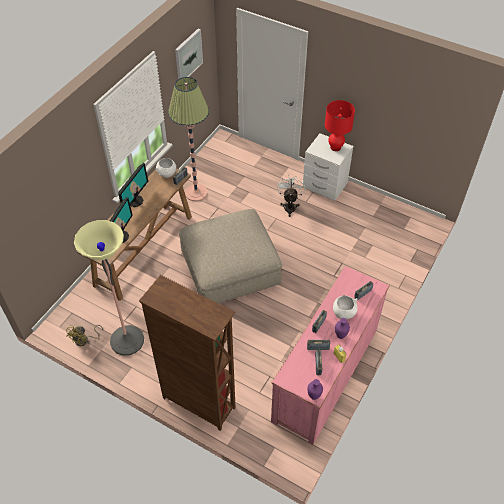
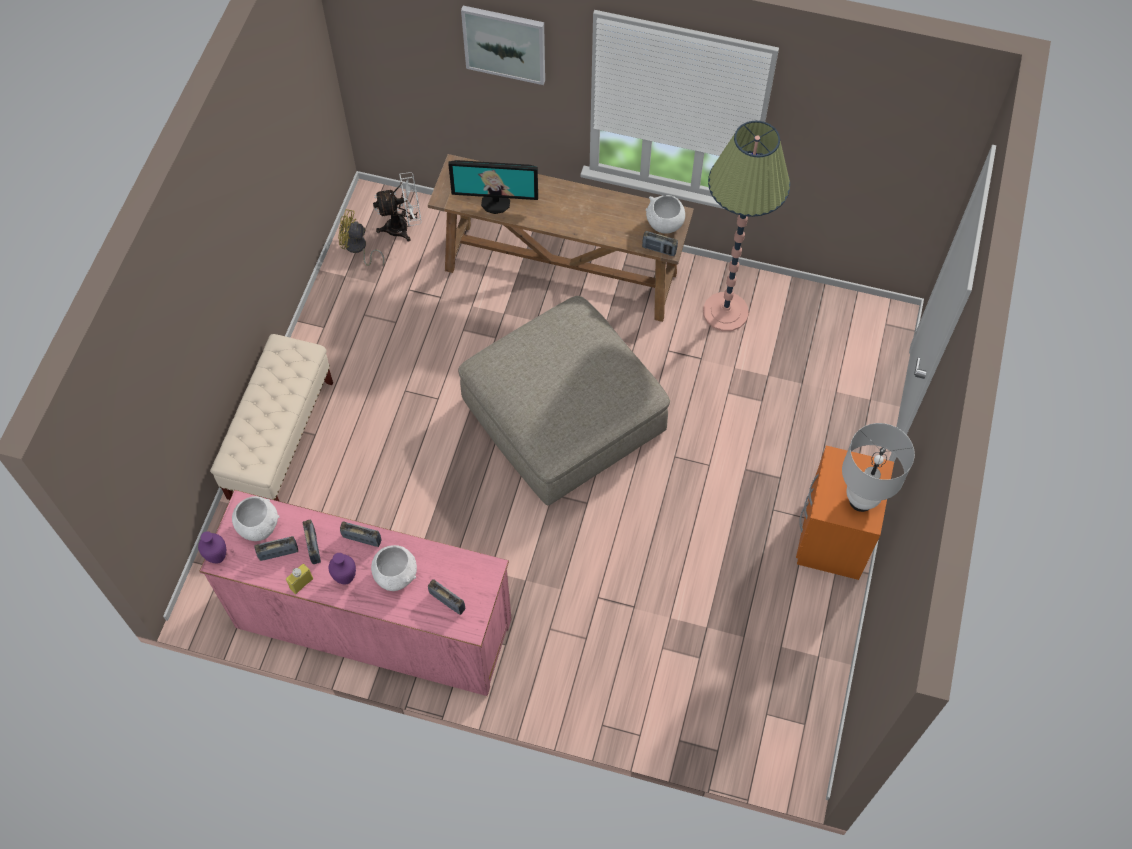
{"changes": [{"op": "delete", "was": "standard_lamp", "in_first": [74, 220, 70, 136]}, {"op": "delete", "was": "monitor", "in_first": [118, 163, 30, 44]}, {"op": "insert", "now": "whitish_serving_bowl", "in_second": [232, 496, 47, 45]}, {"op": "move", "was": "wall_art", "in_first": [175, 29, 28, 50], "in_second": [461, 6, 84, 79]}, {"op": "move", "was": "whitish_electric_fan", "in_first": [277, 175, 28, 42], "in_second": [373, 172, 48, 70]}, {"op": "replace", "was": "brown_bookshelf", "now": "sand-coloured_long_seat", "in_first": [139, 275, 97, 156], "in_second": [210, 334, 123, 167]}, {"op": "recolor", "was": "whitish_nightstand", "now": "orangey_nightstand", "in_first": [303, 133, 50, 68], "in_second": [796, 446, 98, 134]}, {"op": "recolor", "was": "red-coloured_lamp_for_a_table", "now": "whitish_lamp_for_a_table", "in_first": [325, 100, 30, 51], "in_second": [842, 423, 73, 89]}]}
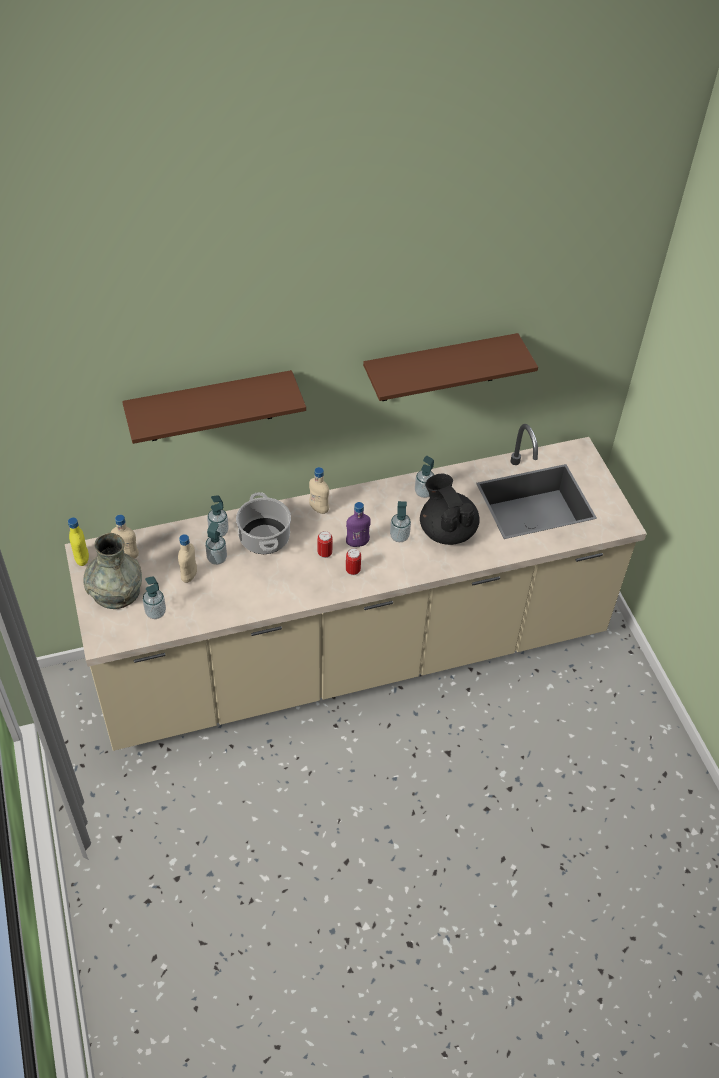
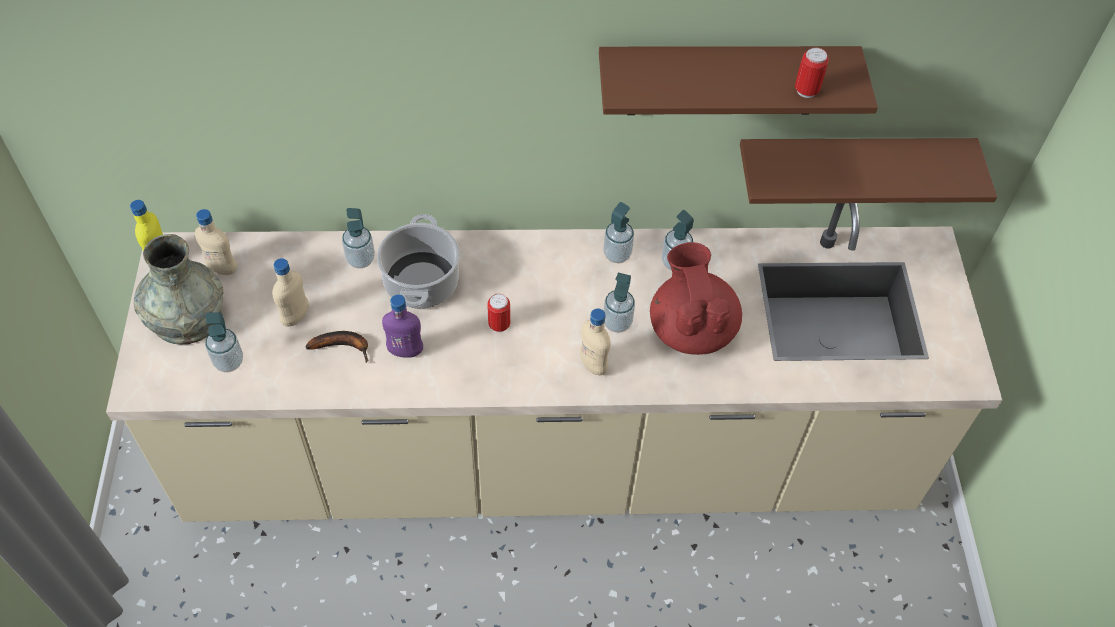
{"changes": [{"op": "insert", "now": "banana_fruit", "in_second": [305, 331, 64, 32]}, {"op": "move", "was": "brown_bracket_shelf", "in_first": [122, 370, 184, 74], "in_second": [740, 138, 257, 66]}, {"op": "move", "was": "liquid_soap_bottle", "in_first": [205, 522, 22, 43], "in_second": [603, 202, 31, 61]}, {"op": "move", "was": "sand-coloured_bottle", "in_first": [309, 467, 20, 47], "in_second": [580, 308, 30, 67]}, {"op": "move", "was": "purplish_bottle", "in_first": [346, 502, 25, 45], "in_second": [382, 294, 41, 64]}, {"op": "move", "was": "sealed_can", "in_first": [346, 548, 15, 27], "in_second": [795, 47, 34, 51]}, {"op": "recolor", "was": "blackish_pot_for_tea", "now": "red-coloured_pot_for_tea", "in_first": [420, 474, 60, 71], "in_second": [650, 242, 92, 113]}]}
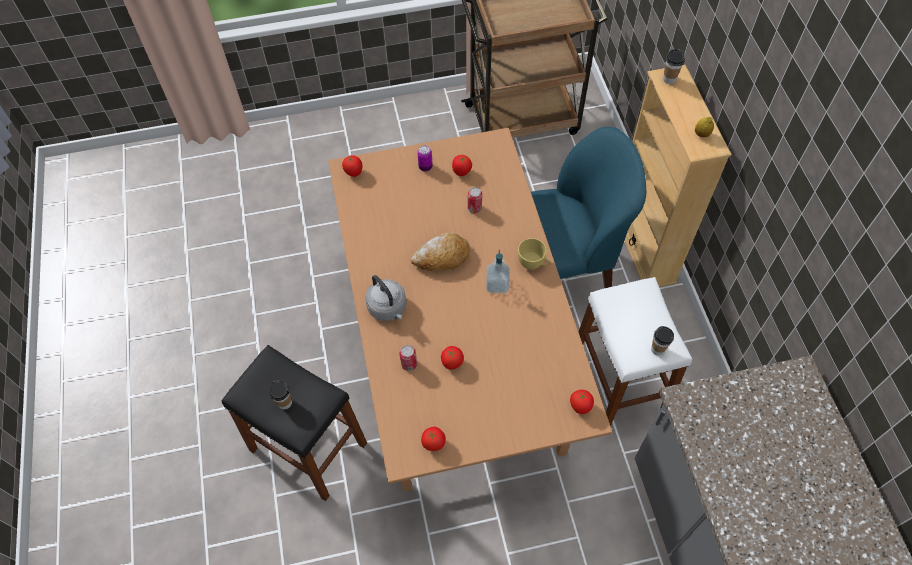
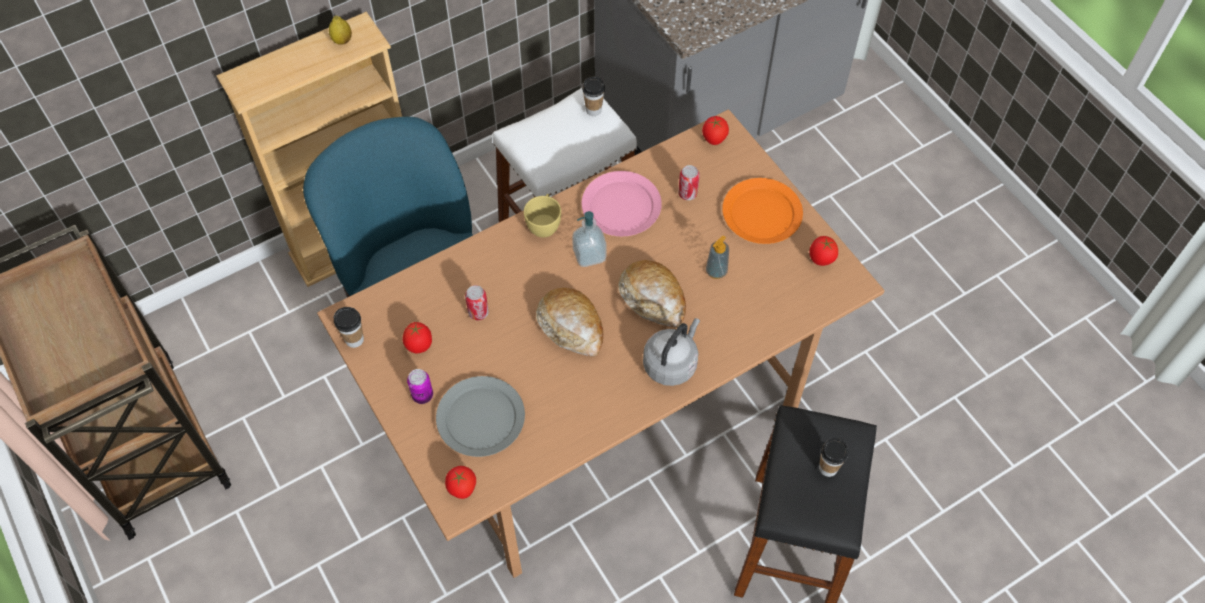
{"changes": [{"op": "insert", "now": "gray_flat_dish", "in_second": [436, 376, 89, 81]}, {"op": "insert", "now": "pink-coloured_flat_dish", "in_second": [582, 171, 80, 65]}, {"op": "insert", "now": "bakery_bread", "in_second": [618, 260, 68, 67]}, {"op": "insert", "now": "orangey_flat_dish", "in_second": [722, 178, 81, 66]}, {"op": "move", "was": "sealed_can", "in_first": [399, 345, 18, 26], "in_second": [678, 165, 22, 35]}, {"op": "move", "was": "drinking_cup", "in_first": [663, 49, 22, 35], "in_second": [333, 307, 31, 41]}, {"op": "replace", "was": "fresh_tomato", "now": "liquid_soap_bottle", "in_first": [441, 346, 23, 23], "in_second": [706, 236, 23, 43]}]}
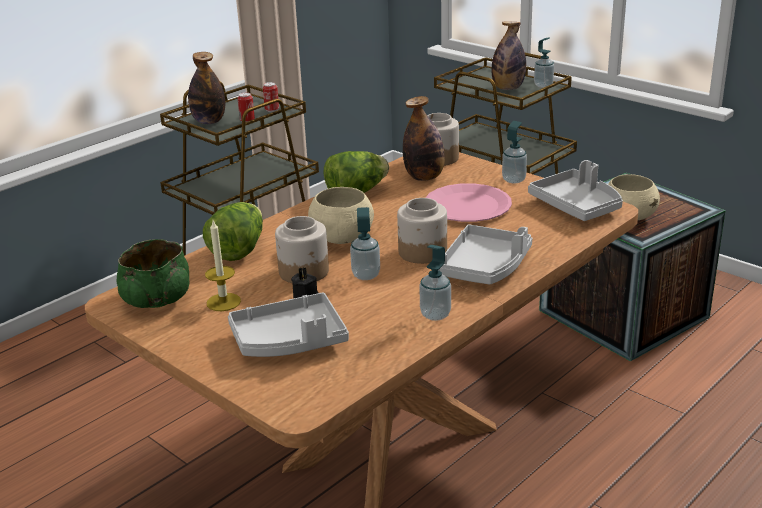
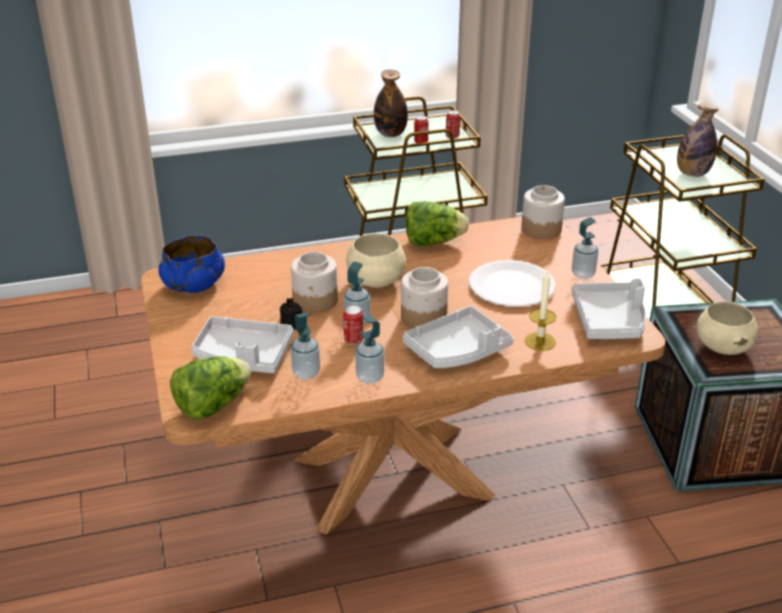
{"changes": [{"op": "delete", "was": "bottle", "in_first": [403, 96, 42, 85]}, {"op": "insert", "now": "sealed_can", "in_second": [343, 305, 21, 40]}, {"op": "move", "was": "lettuce_head", "in_first": [203, 202, 60, 59], "in_second": [170, 356, 81, 64]}, {"op": "move", "was": "wax_candle", "in_first": [205, 221, 36, 90], "in_second": [525, 270, 31, 81]}, {"op": "move", "was": "liquid_soap_bottle", "in_first": [534, 37, 20, 51], "in_second": [290, 312, 30, 68]}, {"op": "recolor", "was": "green_serving_bowl", "now": "bluish_serving_bowl", "in_first": [117, 239, 72, 69], "in_second": [158, 235, 67, 58]}, {"op": "recolor", "was": "pink-coloured_flat_dish", "now": "whitish_flat_dish", "in_first": [425, 183, 87, 39], "in_second": [469, 260, 87, 47]}]}
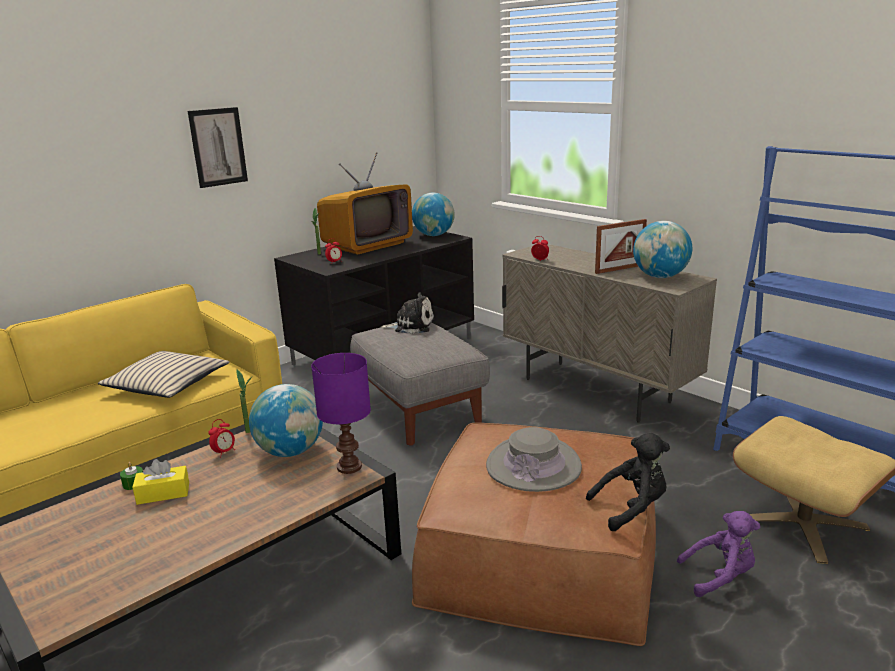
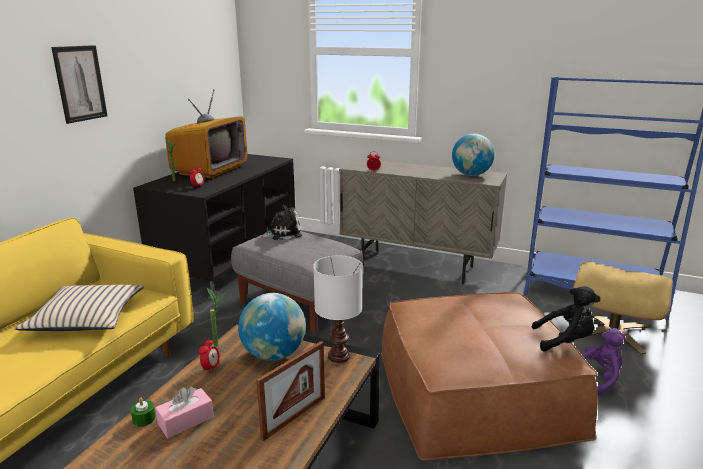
{"changes": [{"op": "delete", "was": "desk_globe", "in_first": [412, 193, 43, 43]}, {"op": "delete", "was": "gray_hat", "in_first": [486, 427, 96, 65]}, {"op": "move", "was": "picture_frame", "in_first": [595, 219, 52, 55], "in_second": [256, 341, 69, 100]}, {"op": "recolor", "was": "yellow_box_of_tissues", "now": "pink-coloured_box_of_tissues", "in_first": [132, 459, 57, 46], "in_second": [155, 386, 59, 52]}, {"op": "recolor", "was": "purplish_lamp_for_a_table", "now": "whitish_lamp_for_a_table", "in_first": [311, 353, 60, 121], "in_second": [313, 255, 50, 108]}, {"op": "rotate", "was": "blackish_soft_toy", "in_first": [586, 433, 84, 98], "in_second": [532, 286, 68, 66], "clockwise": 45}]}
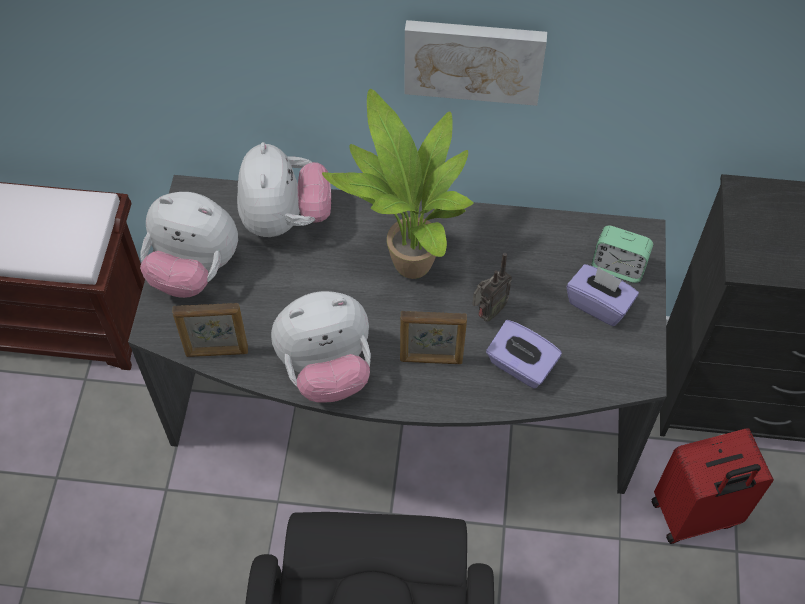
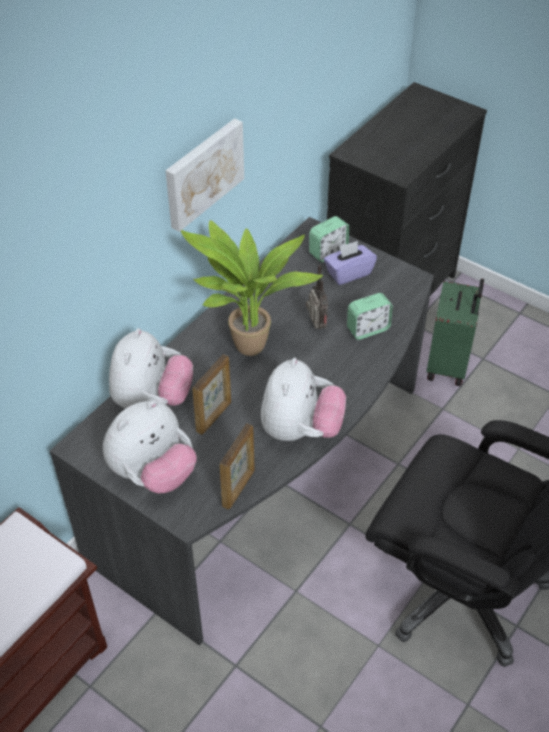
{"changes": [{"op": "move", "was": "picture_frame", "in_first": [400, 311, 67, 53], "in_second": [192, 354, 39, 81]}, {"op": "replace", "was": "purplish_box_of_tissues", "now": "table_clock", "in_first": [486, 320, 76, 69], "in_second": [347, 293, 46, 47]}, {"op": "recolor", "was": "red-coloured_suitcase", "now": "green_suitcase", "in_first": [652, 428, 122, 116], "in_second": [427, 279, 57, 107]}, {"op": "rotate", "was": "soft_toy", "in_first": [237, 142, 94, 95], "in_second": [109, 328, 84, 80], "clockwise": 75}]}
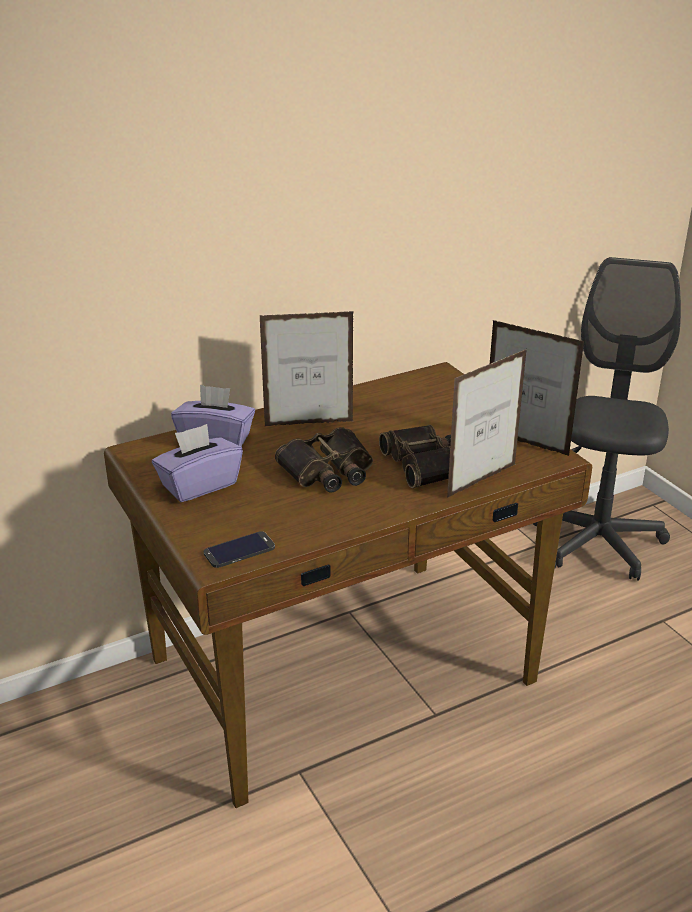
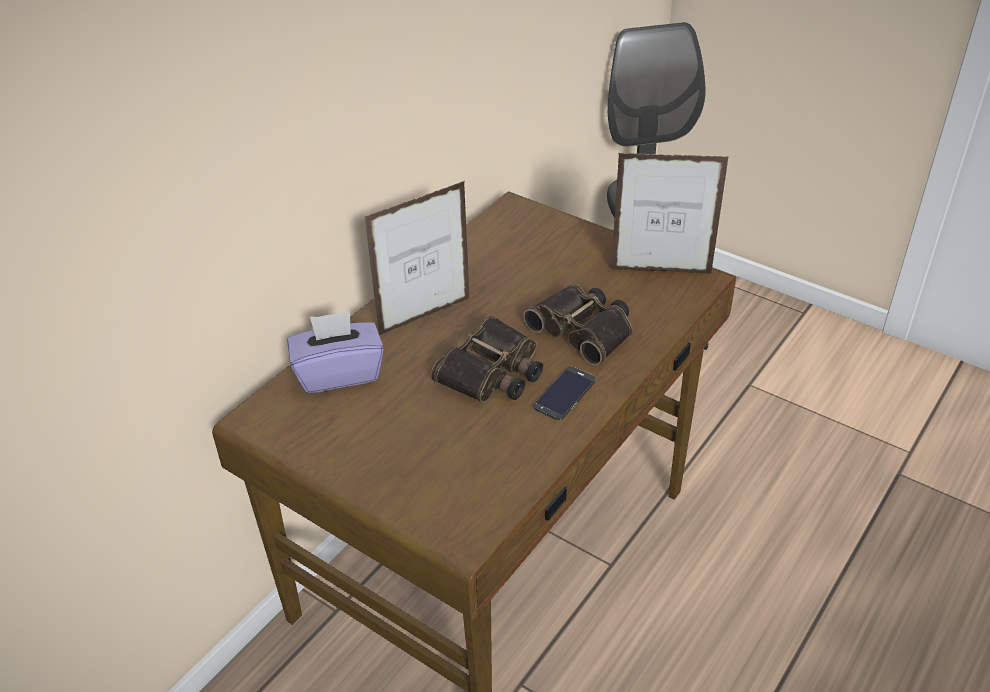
{"changes": [{"op": "delete", "was": "purplish_box_of_tissues", "in_first": [152, 424, 91, 78]}, {"op": "delete", "was": "picture_frame", "in_first": [447, 349, 80, 149]}, {"op": "move", "was": "phone", "in_first": [204, 531, 71, 37], "in_second": [534, 367, 62, 53]}]}
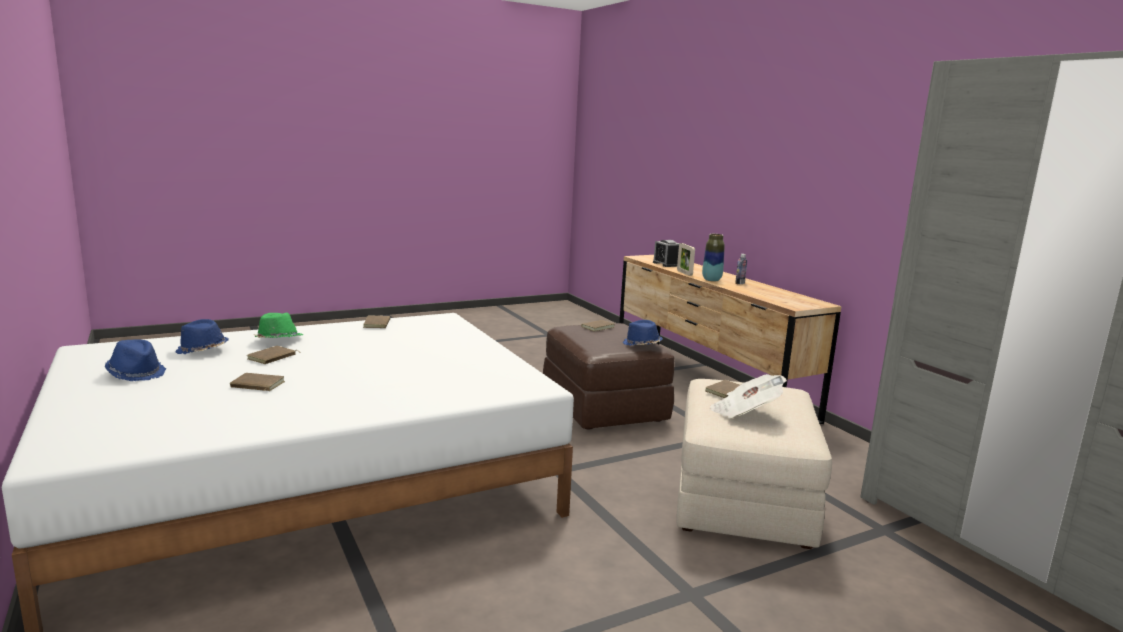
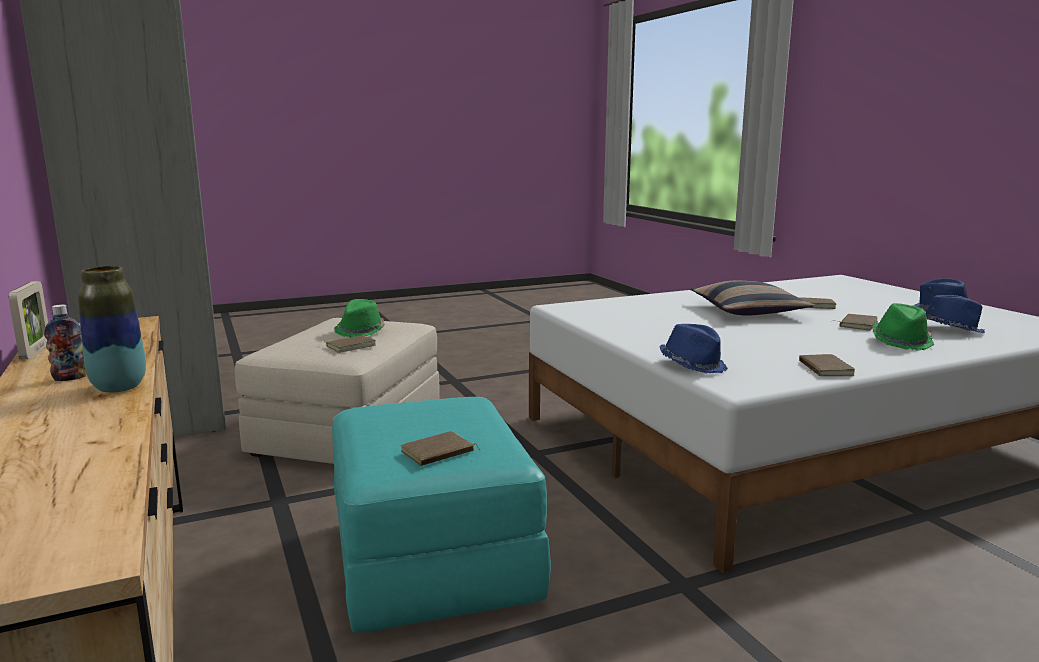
{"changes": [{"op": "delete", "was": "table_clock", "in_first": [653, 240, 27, 27]}, {"op": "insert", "now": "pillow", "in_second": [690, 280, 125, 36]}, {"op": "move", "was": "bluish_hat", "in_first": [622, 320, 41, 26], "in_second": [660, 324, 68, 50]}, {"op": "move", "was": "picture_frame", "in_first": [677, 243, 18, 33], "in_second": [9, 281, 39, 79]}, {"op": "replace", "was": "printed_paper", "now": "green_hat", "in_first": [710, 374, 77, 45], "in_second": [334, 299, 51, 38]}, {"op": "recolor", "was": "brown_ottoman", "now": "turquoise_ottoman", "in_first": [543, 323, 132, 106], "in_second": [332, 397, 219, 236]}]}
